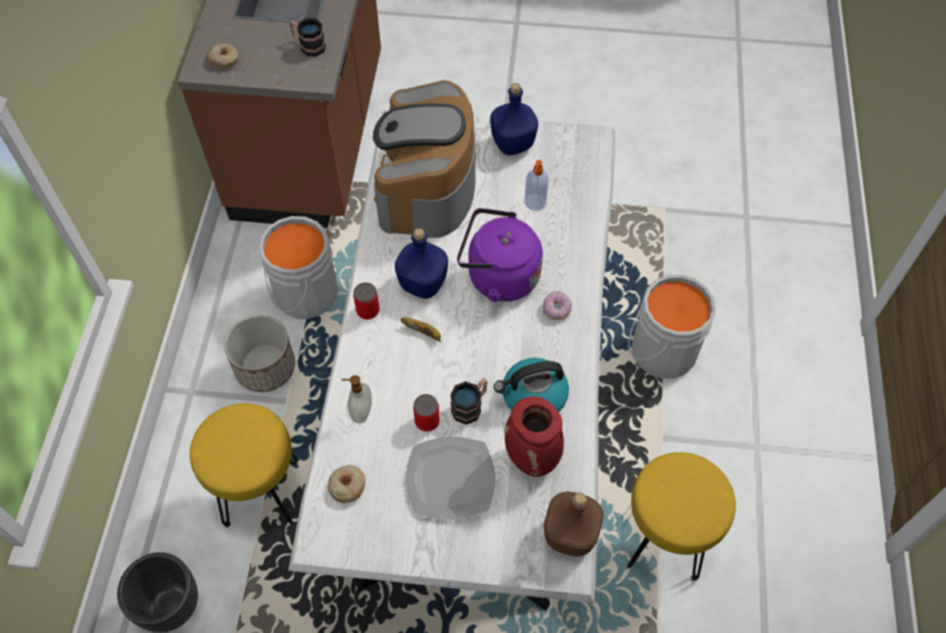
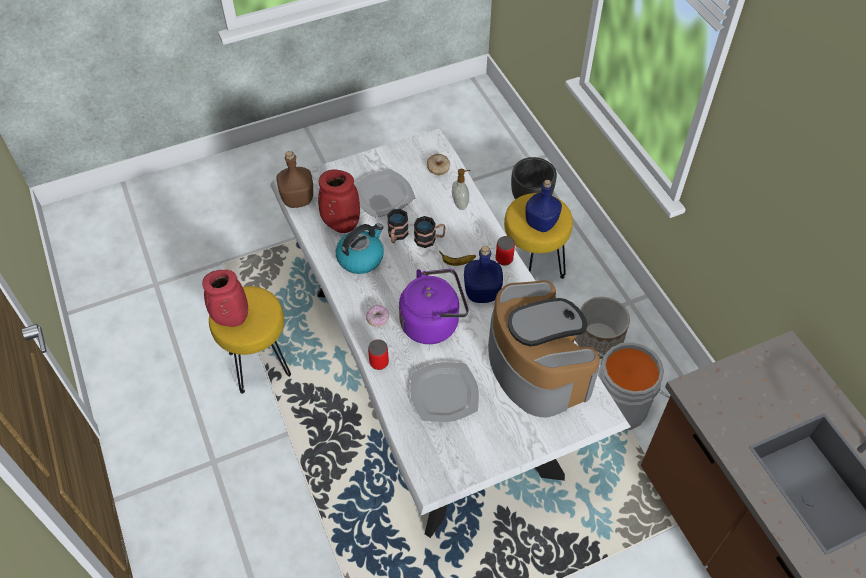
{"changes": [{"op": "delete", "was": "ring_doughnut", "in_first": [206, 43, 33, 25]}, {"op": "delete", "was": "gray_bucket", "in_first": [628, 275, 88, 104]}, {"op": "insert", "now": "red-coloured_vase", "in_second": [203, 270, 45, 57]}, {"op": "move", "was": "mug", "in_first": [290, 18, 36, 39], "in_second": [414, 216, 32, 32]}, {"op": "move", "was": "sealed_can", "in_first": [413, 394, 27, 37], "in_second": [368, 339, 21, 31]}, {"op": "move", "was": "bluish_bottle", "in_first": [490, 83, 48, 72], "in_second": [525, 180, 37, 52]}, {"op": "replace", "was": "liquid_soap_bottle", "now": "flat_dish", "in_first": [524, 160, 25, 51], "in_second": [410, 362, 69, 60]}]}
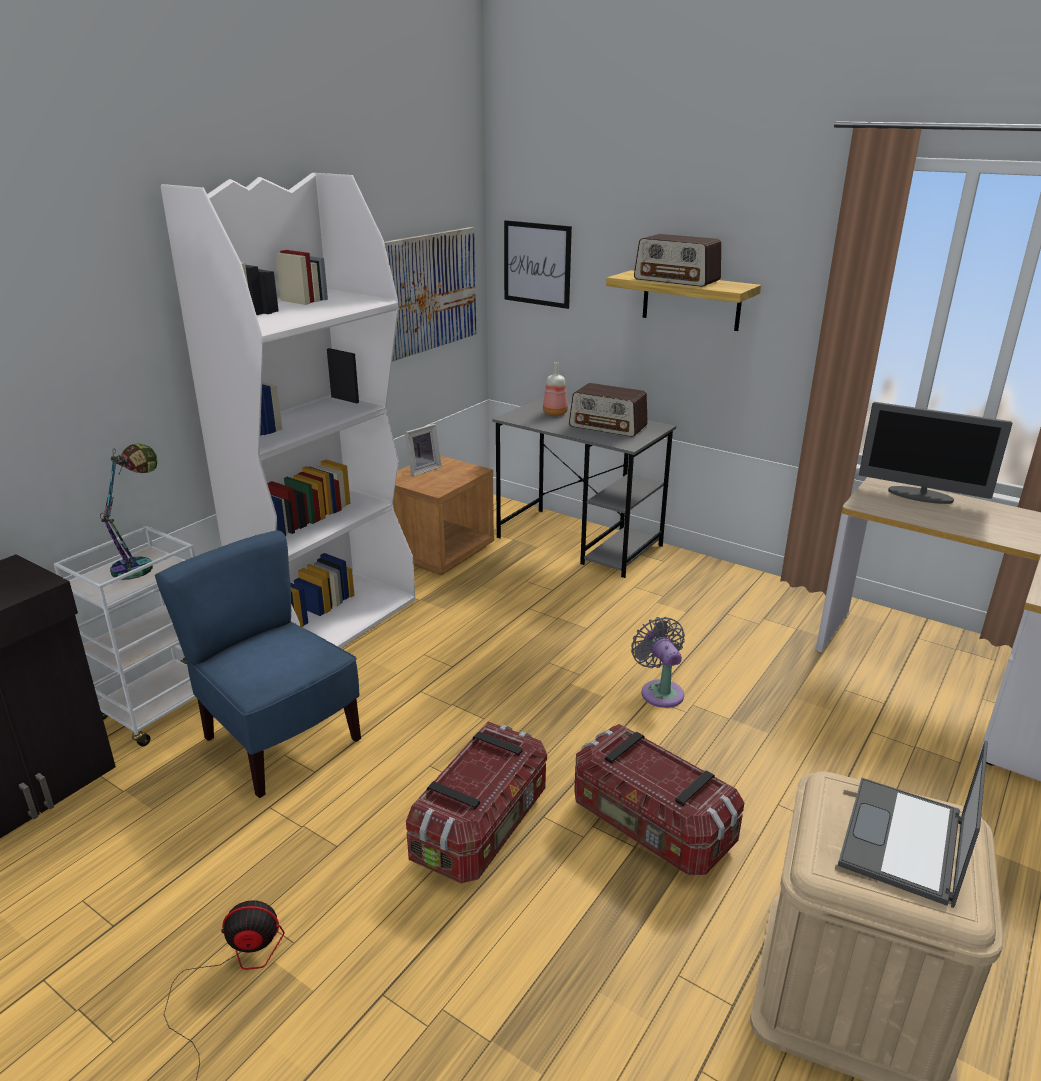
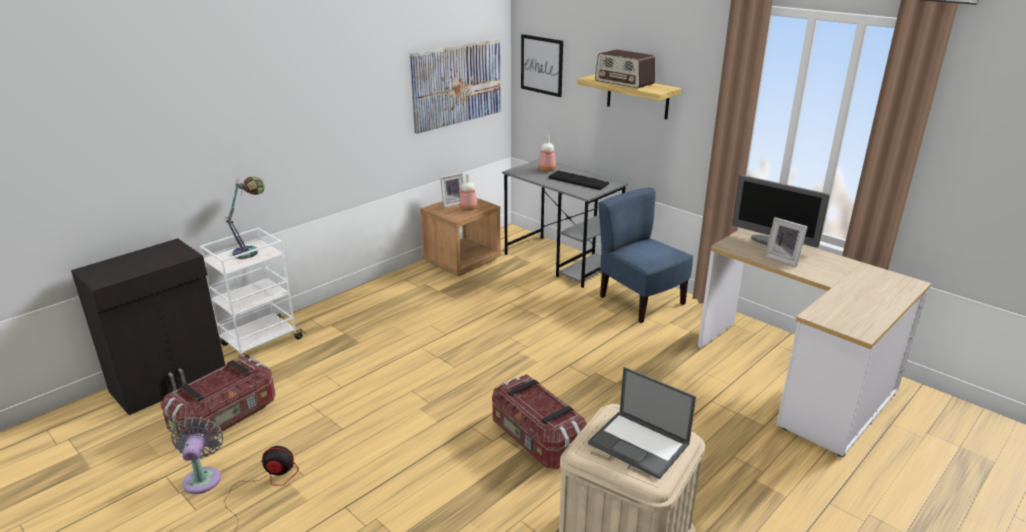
{"changes": [{"op": "delete", "was": "whitish_bookshelf", "in_first": [161, 173, 254, 475]}, {"op": "insert", "now": "bottle", "in_second": [460, 174, 17, 37]}, {"op": "insert", "now": "picture_frame", "in_second": [765, 217, 43, 49]}, {"op": "move", "was": "bluish_plain_chair", "in_first": [155, 530, 206, 268], "in_second": [599, 187, 95, 136]}, {"op": "move", "was": "storage_container", "in_first": [406, 722, 141, 161], "in_second": [161, 356, 114, 83]}, {"op": "move", "was": "gray_electric_fan", "in_first": [631, 617, 54, 91], "in_second": [171, 416, 52, 78]}, {"op": "replace", "was": "radio_receiver", "now": "PC_keyboard", "in_first": [569, 383, 79, 54], "in_second": [548, 170, 61, 20]}, {"op": "rotate", "was": "laptop", "in_first": [838, 741, 150, 167], "in_second": [588, 367, 108, 112], "clockwise": -90}]}
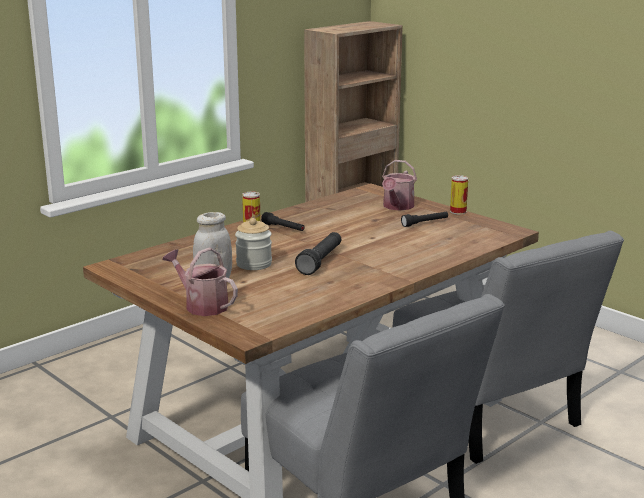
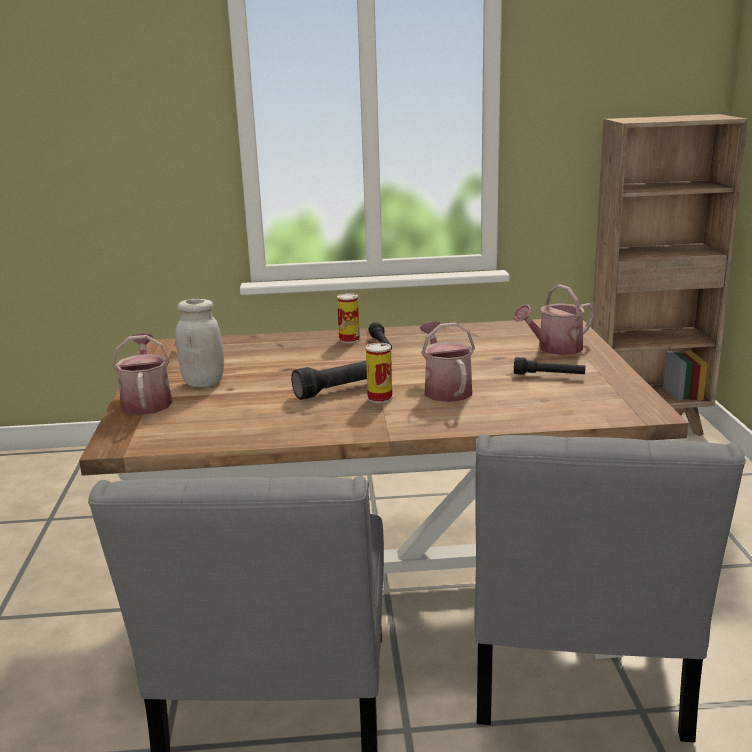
{"changes": [{"op": "delete", "was": "jar", "in_first": [235, 218, 37, 52]}, {"op": "insert", "now": "watering_can", "in_second": [420, 321, 55, 81]}, {"op": "move", "was": "sealed_can", "in_first": [450, 175, 18, 40], "in_second": [366, 343, 26, 60]}]}
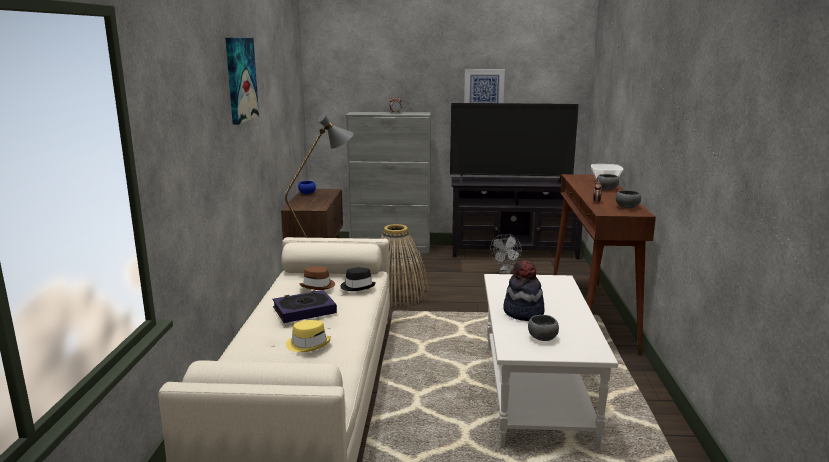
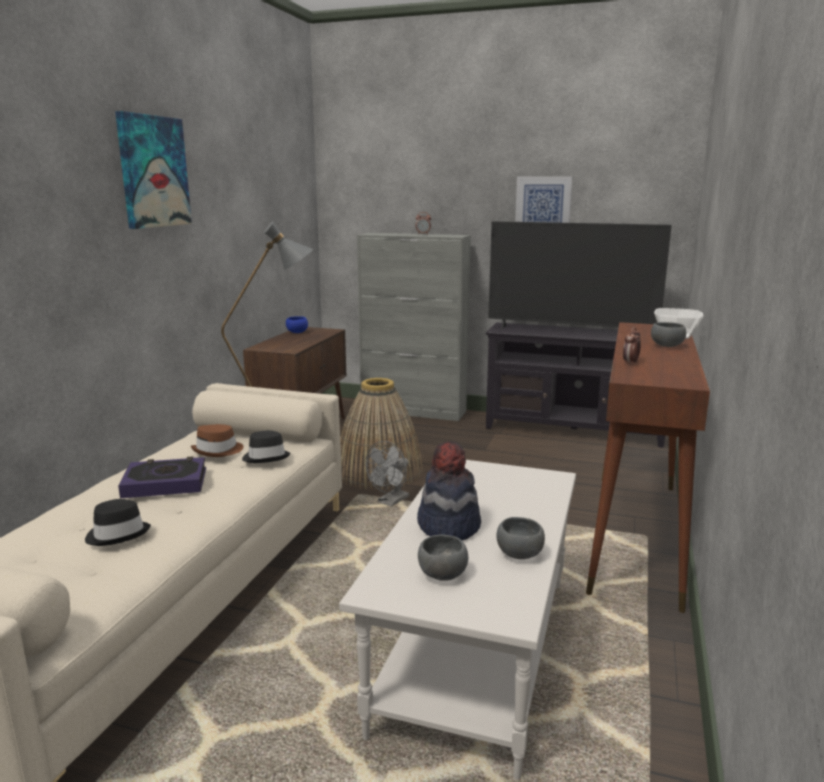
{"changes": [{"op": "move", "was": "gray_electric_fan", "in_first": [490, 234, 32, 40], "in_second": [365, 441, 44, 66]}, {"op": "move", "was": "gray_serving_bowl", "in_first": [616, 190, 25, 19], "in_second": [497, 517, 48, 42]}, {"op": "recolor", "was": "yellow_hat", "now": "blackish_hat", "in_first": [286, 320, 45, 32], "in_second": [85, 499, 66, 47]}]}
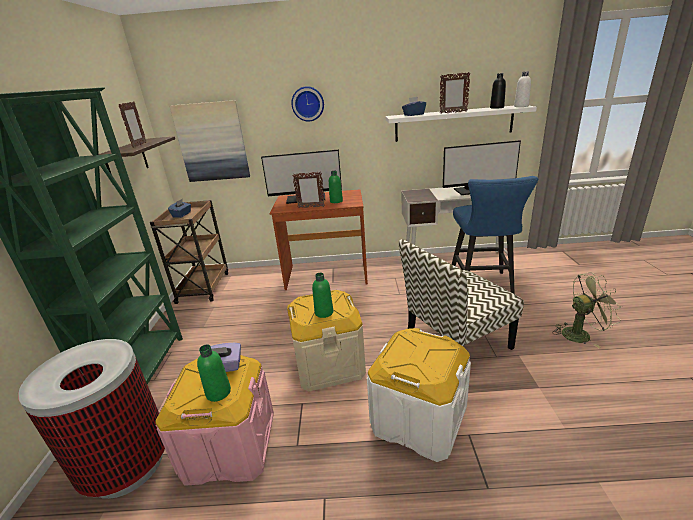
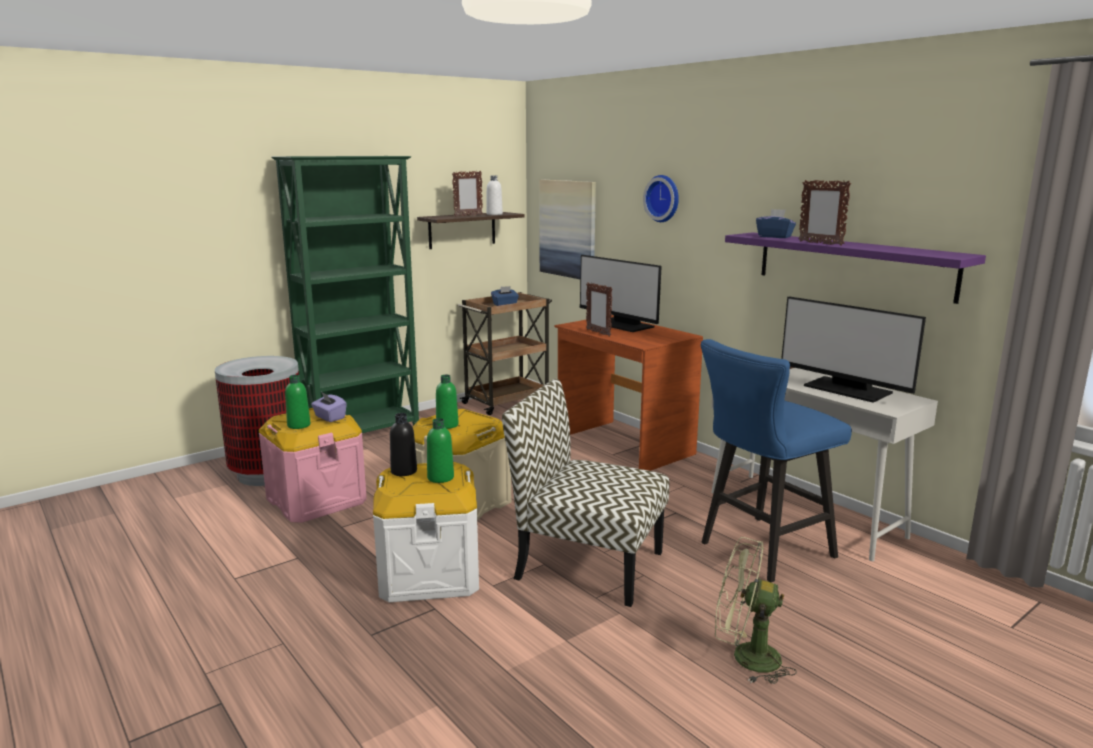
{"changes": [{"op": "move", "was": "green_bottle", "in_first": [329, 171, 14, 32], "in_second": [427, 418, 27, 65]}, {"op": "move", "was": "blackish_bottle", "in_first": [490, 73, 16, 36], "in_second": [390, 413, 27, 63]}, {"op": "move", "was": "whitish_bottle", "in_first": [514, 71, 17, 36], "in_second": [486, 175, 17, 40]}, {"op": "recolor", "was": "whitish_bracket_shelf", "now": "purplish_bracket_shelf", "in_first": [386, 106, 151, 36], "in_second": [725, 232, 261, 72]}, {"op": "rotate", "was": "green_electric_fan", "in_first": [552, 272, 70, 76], "in_second": [715, 537, 82, 147], "clockwise": 150}]}
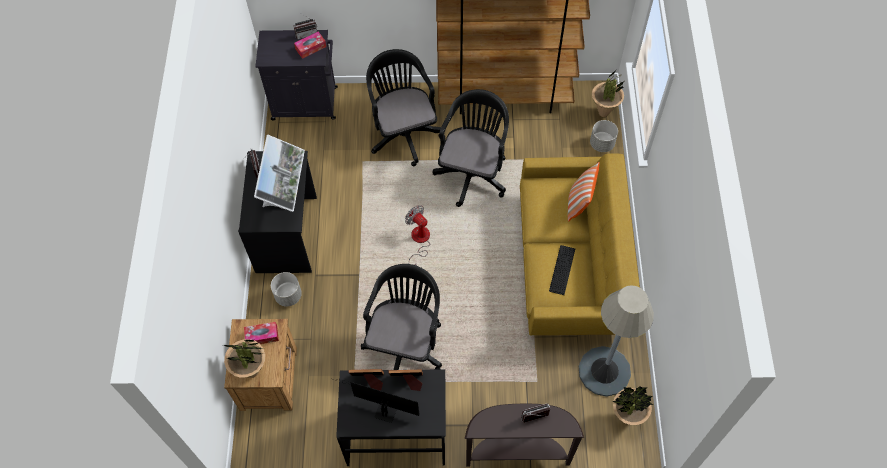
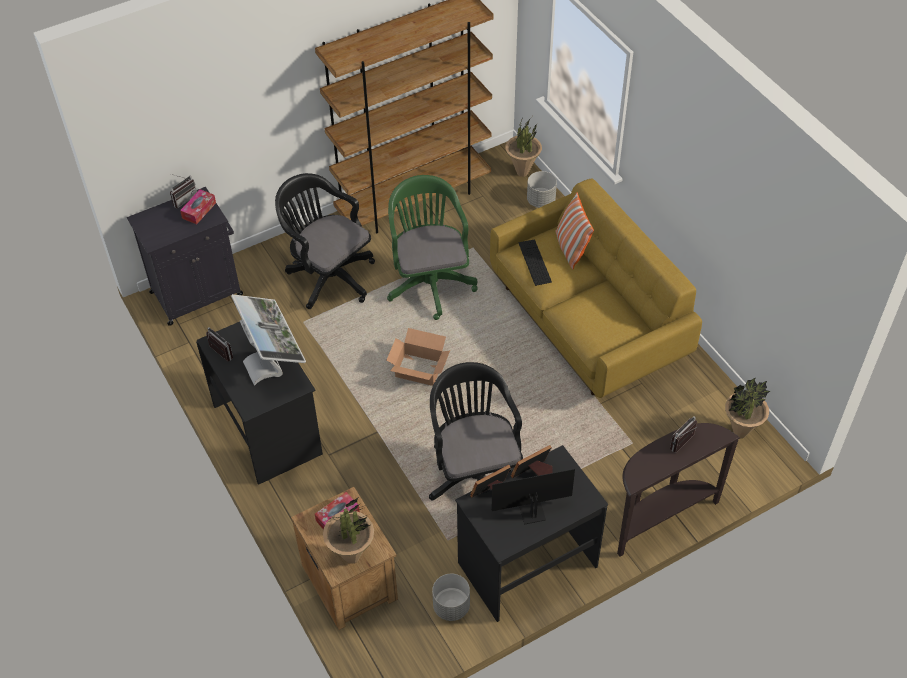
{"changes": [{"op": "delete", "was": "gray_standard_lamp", "in_first": [579, 285, 75, 112]}, {"op": "move", "was": "gray_planter", "in_first": [271, 272, 31, 35], "in_second": [432, 574, 38, 47]}, {"op": "move", "was": "PC_keyboard", "in_first": [549, 245, 26, 50], "in_second": [519, 239, 33, 47]}, {"op": "replace", "was": "electric_fan", "now": "packing_box", "in_first": [405, 205, 25, 60], "in_second": [387, 328, 63, 58]}, {"op": "recolor", "was": "blackish_desk_chair", "now": "green_desk_chair", "in_first": [432, 89, 77, 118], "in_second": [387, 175, 90, 145]}]}
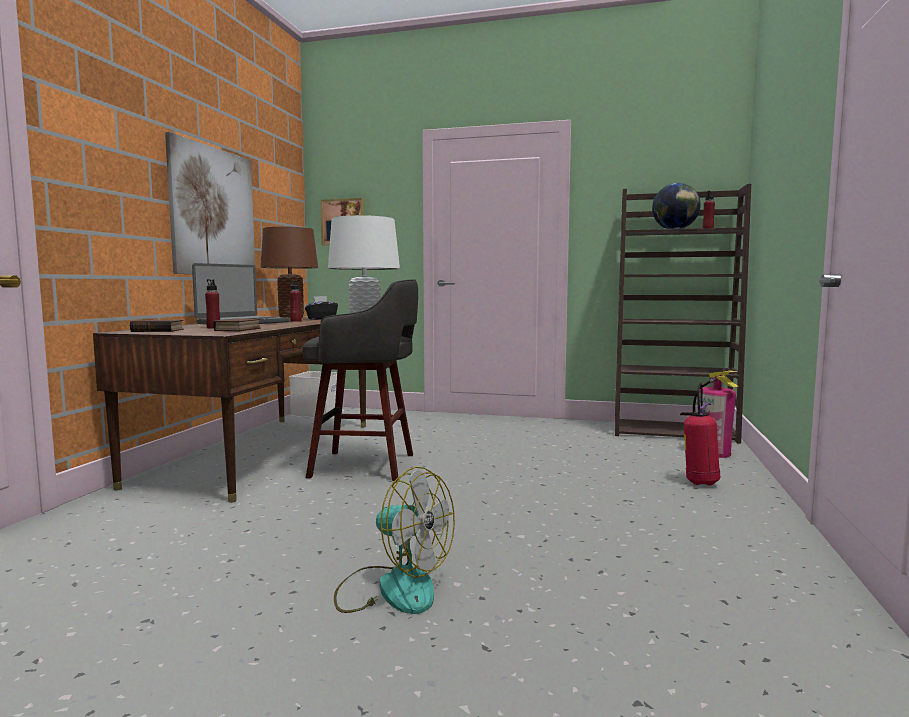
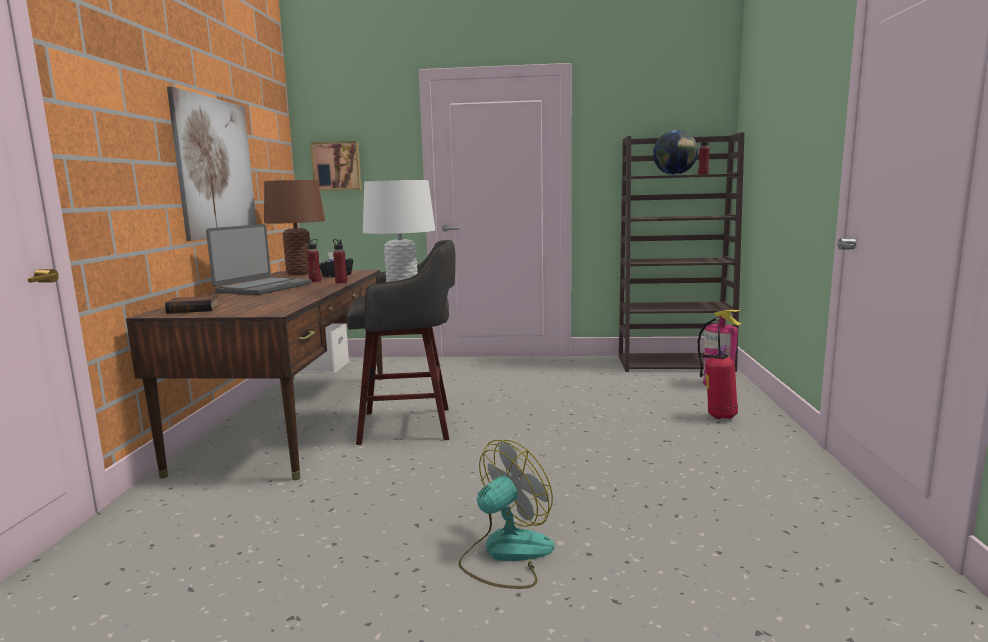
{"changes": [{"op": "delete", "was": "bound_book", "in_first": [213, 319, 48, 12]}, {"op": "move", "was": "red-coloured_bottle", "in_first": [205, 279, 15, 49], "in_second": [333, 239, 14, 44]}, {"op": "rotate", "was": "electric_fan", "in_first": [334, 467, 121, 147], "in_second": [459, 440, 96, 149], "clockwise": -60}]}
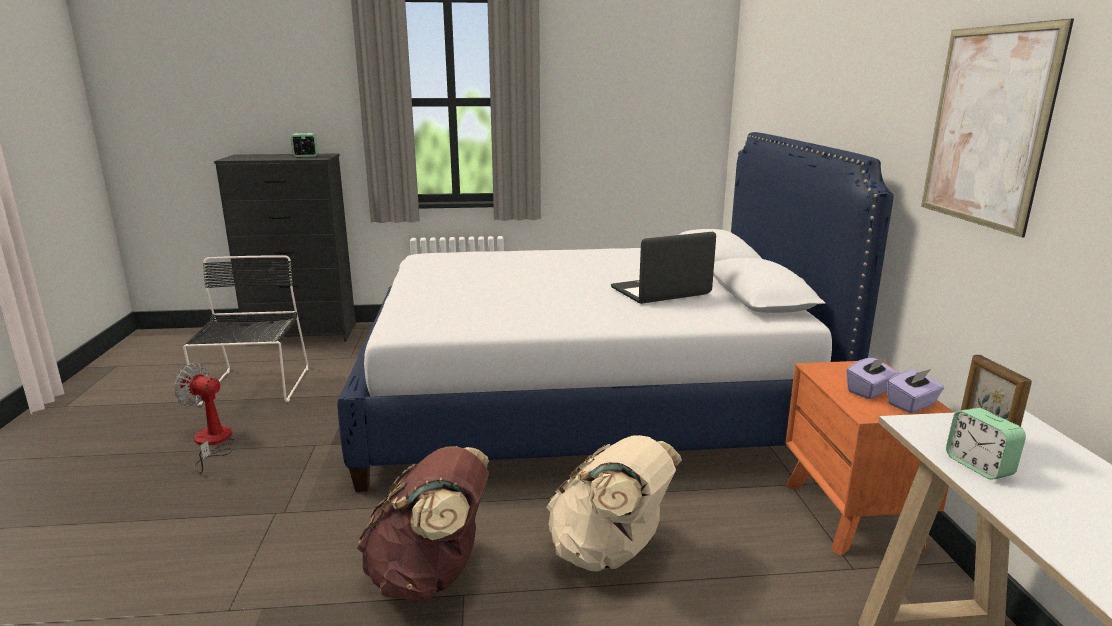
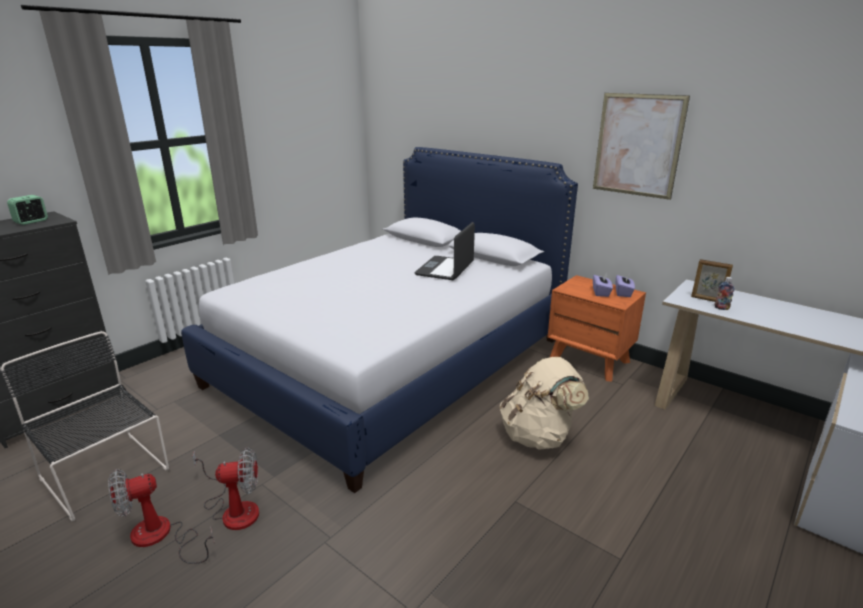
{"changes": [{"op": "delete", "was": "brown_knapsack", "in_first": [357, 446, 132, 154]}, {"op": "insert", "now": "electric_fan", "in_second": [192, 447, 67, 83]}, {"op": "replace", "was": "table_clock", "now": "bottle", "in_first": [946, 408, 80, 72], "in_second": [715, 277, 20, 33]}]}
